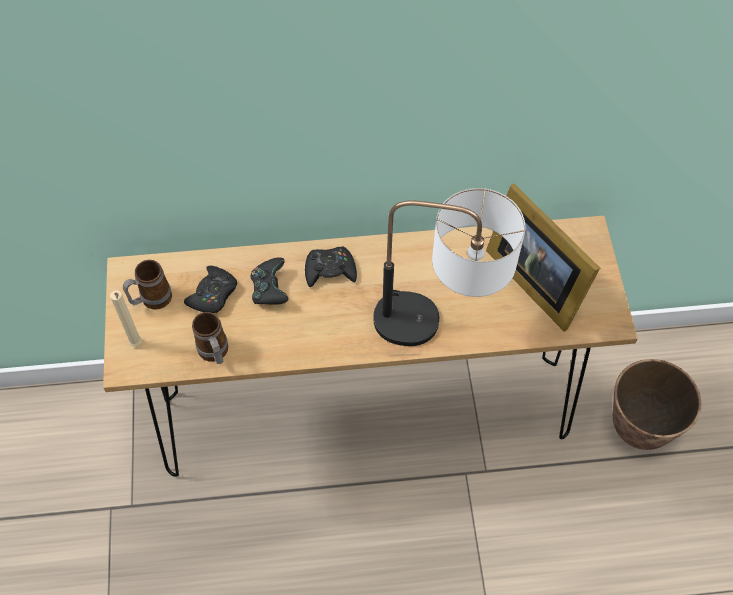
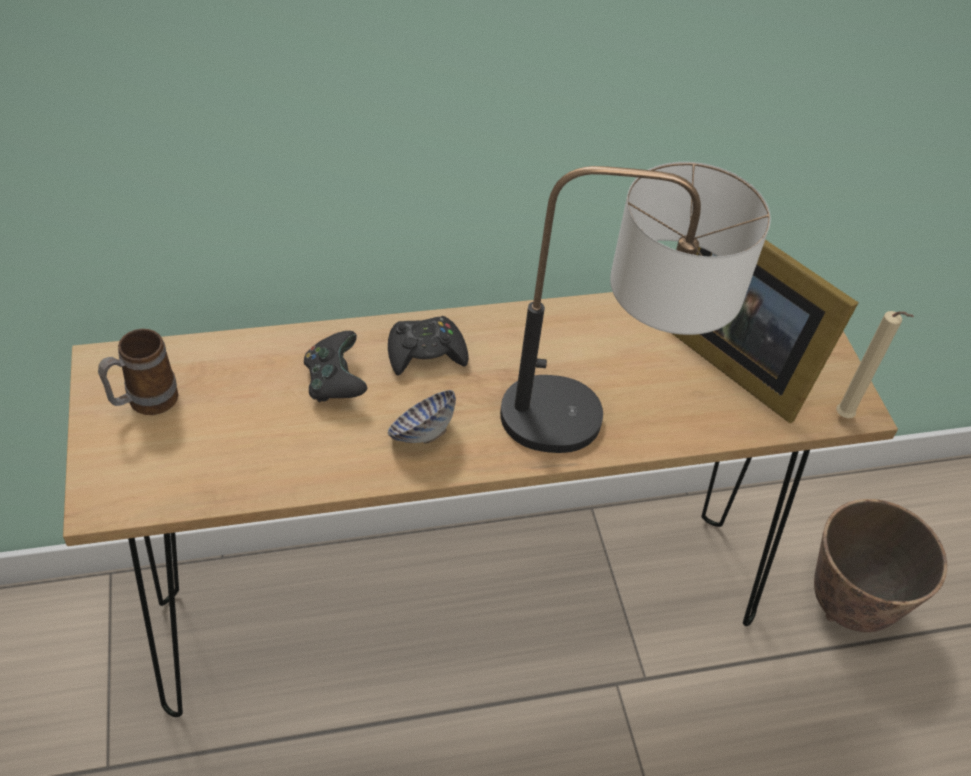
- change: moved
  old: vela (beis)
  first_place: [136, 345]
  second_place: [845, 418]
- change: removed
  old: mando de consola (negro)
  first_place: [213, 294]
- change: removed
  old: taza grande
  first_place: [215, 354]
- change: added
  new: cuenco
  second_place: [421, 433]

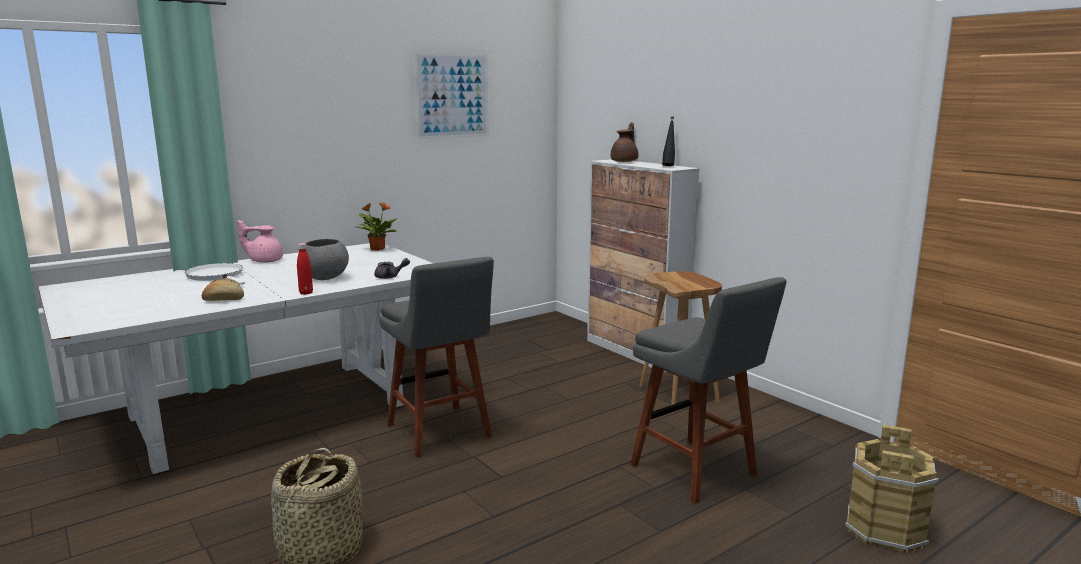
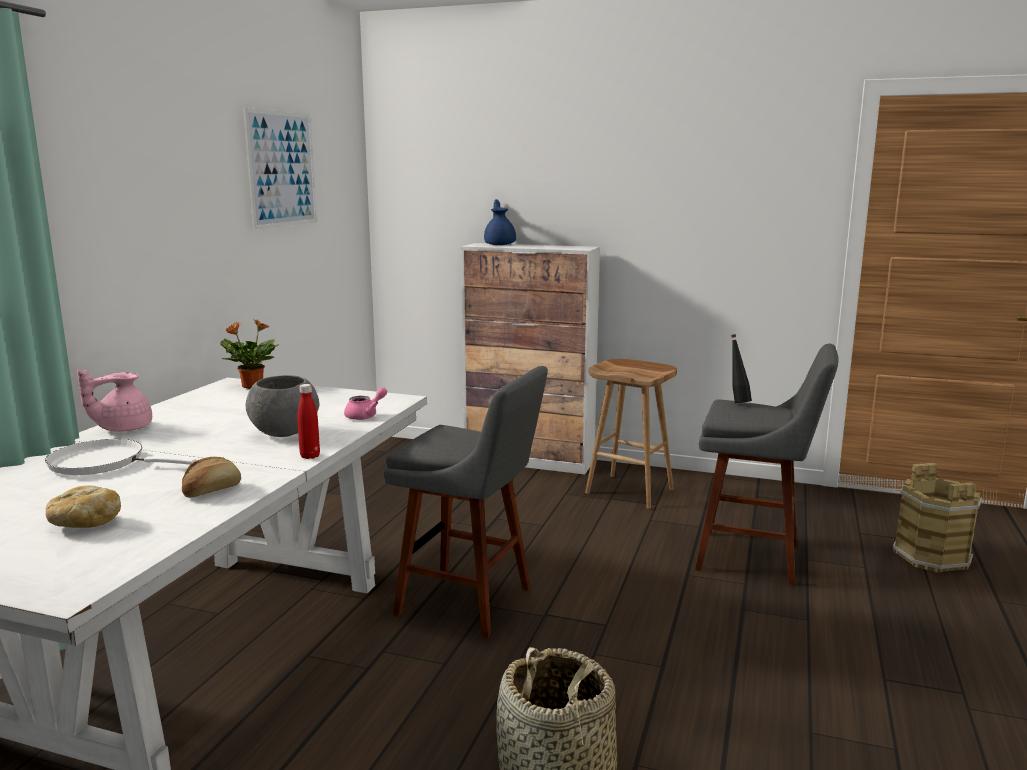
- change: recoloured
  old: tetera (gris)
  new: tetera (rosa)
  first_place: [390, 277]
  second_place: [365, 416]
- change: recoloured
  old: tetera (marrón)
  new: tetera (azul)
  first_place: [625, 161]
  second_place: [500, 244]
- change: moved
  old: botella (negro)
  first_place: [668, 166]
  second_place: [737, 402]
- change: added
  new: pan
  second_place: [84, 524]

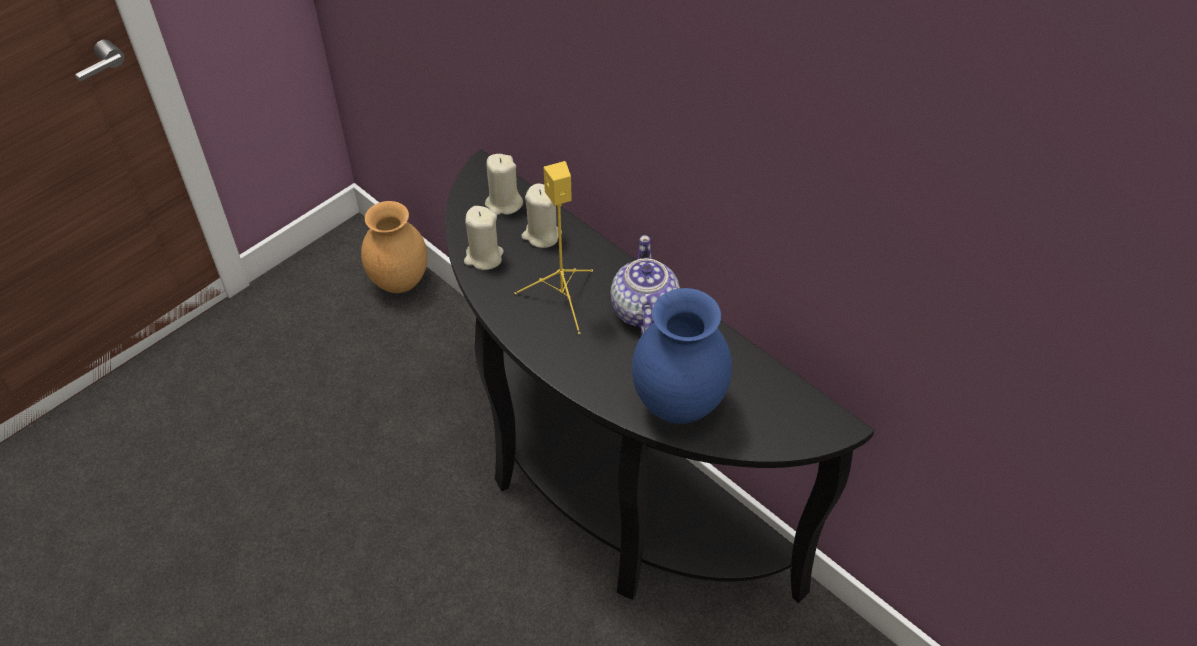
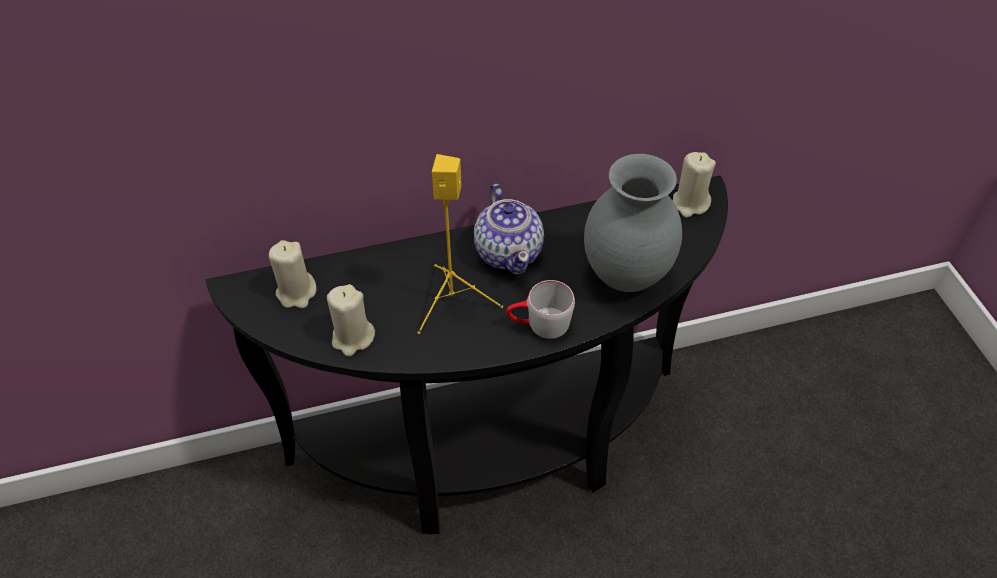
- change: removed
  old: florero (marrón)
  first_place: [400, 281]
- change: moved
  old: vela (beis)
  first_place: [541, 235]
  second_place: [690, 204]
- change: turned
  old: tetera
  first_place: [643, 311]
  second_place: [509, 252]
  degrees: -135
- change: recoloured
  old: florero (azul)
  new: florero (gris)
  first_place: [677, 405]
  second_place: [626, 277]
- change: added
  new: taza grande (gris)
  second_place: [539, 325]

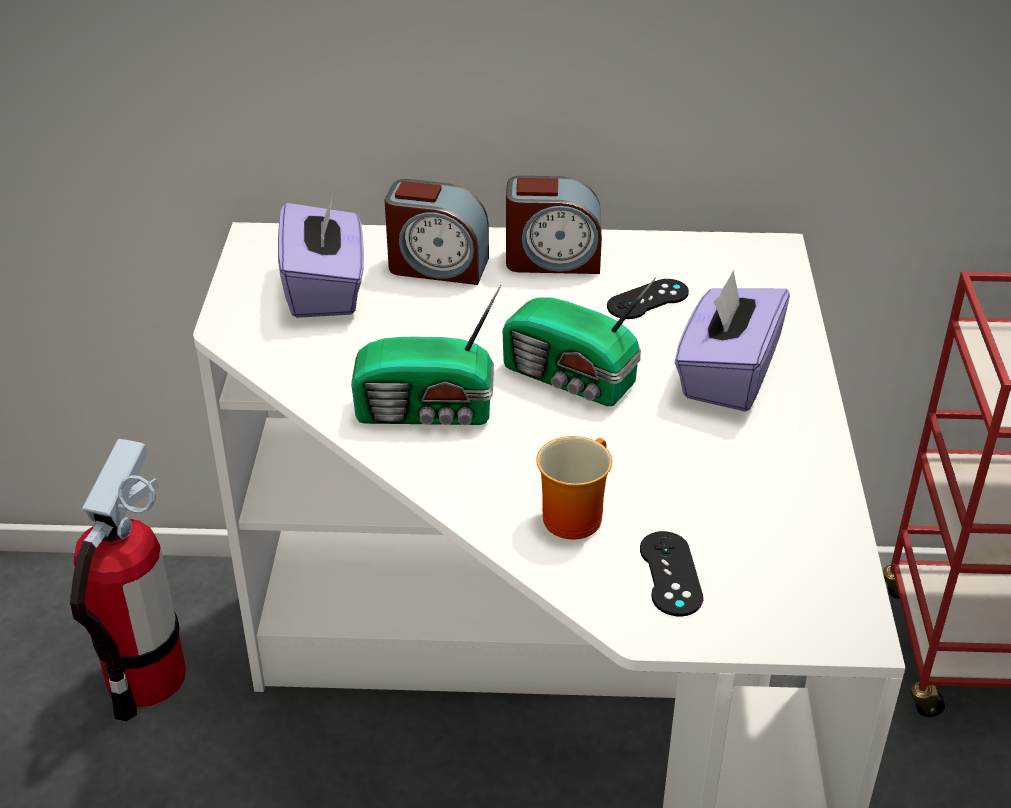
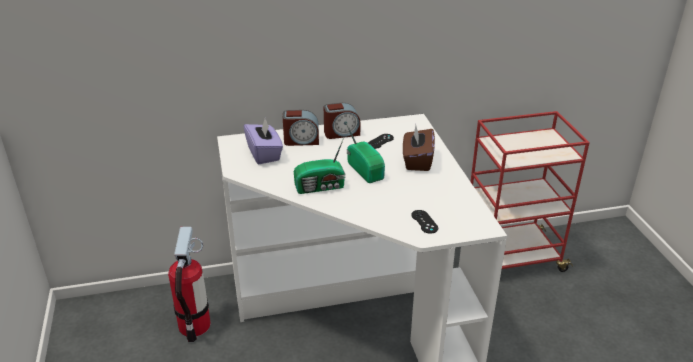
- change: turned
  old: radio
  first_place: [571, 379]
  second_place: [365, 170]
  degrees: -135
- change: removed
  old: taza grande
  first_place: [571, 513]
- change: recoloured
  old: caja de pañuelos (morado)
  new: caja de pañuelos (marrón)
  first_place: [726, 375]
  second_place: [417, 161]

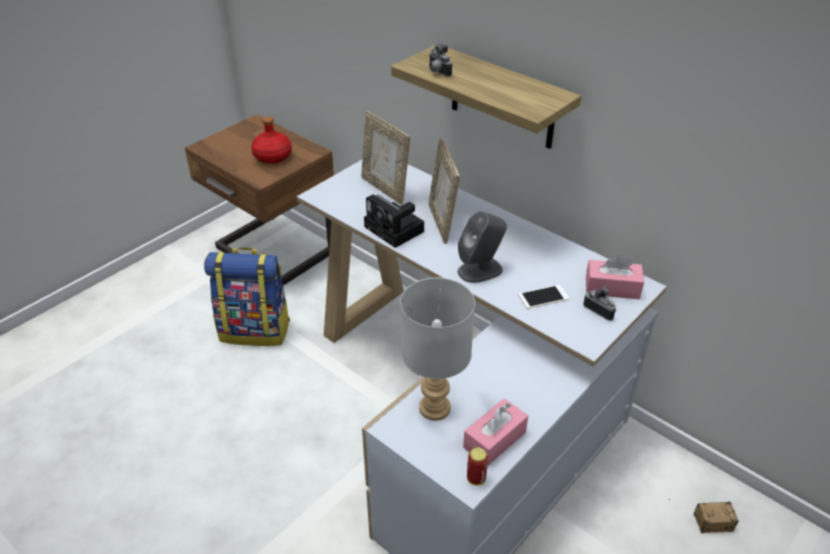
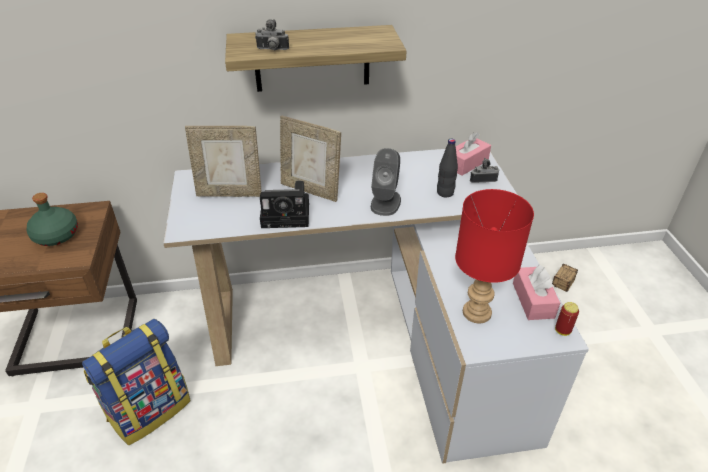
- change: recoloured
  old: botella (rojo)
  new: botella (verde)
  first_place: [272, 156]
  second_place: [56, 235]
- change: recoloured
  old: lámpara de mesa (gris)
  new: lámpara de mesa (rojo)
  first_place: [435, 407]
  second_place: [476, 311]
- change: replaced
  old: móvil
  new: botella (negro)
  first_place: [543, 297]
  second_place: [445, 193]

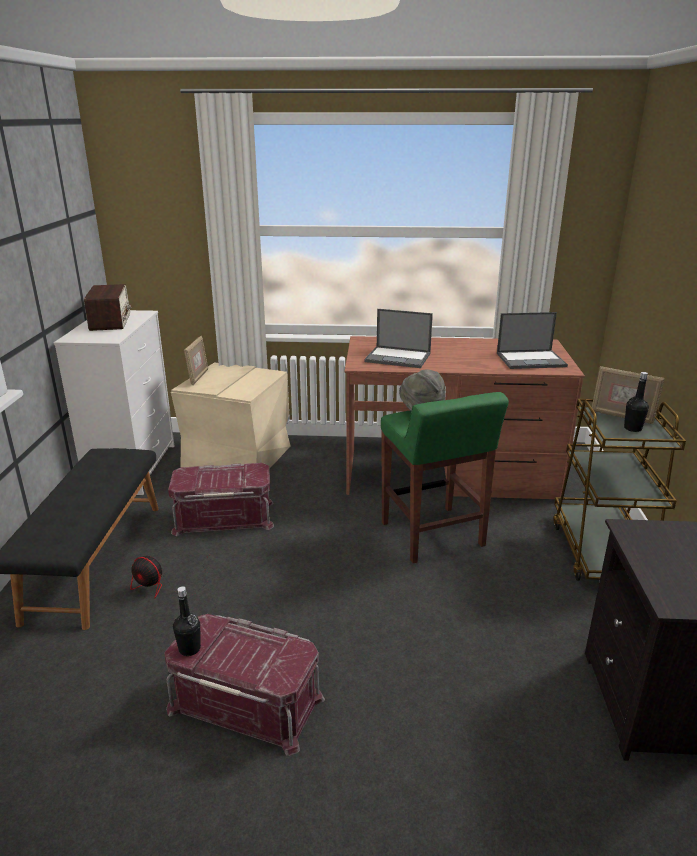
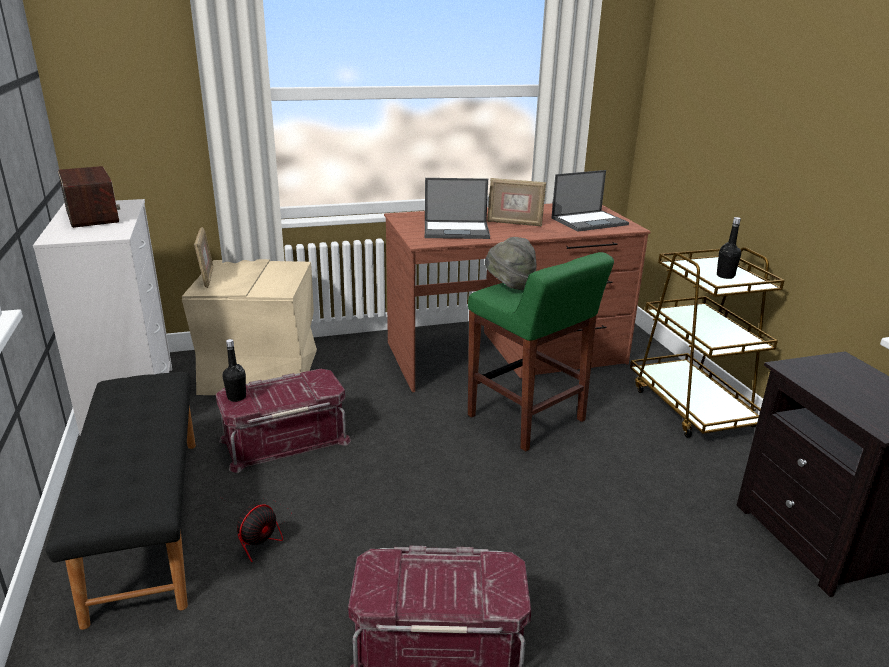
- change: turned
  old: ventilador
  first_place: [167, 585]
  second_place: [260, 532]
  degrees: -60
- change: moved
  old: botella (negro)
  first_place: [189, 649]
  second_place: [236, 397]
- change: moved
  old: portarretratos
  first_place: [622, 416]
  second_place: [514, 223]

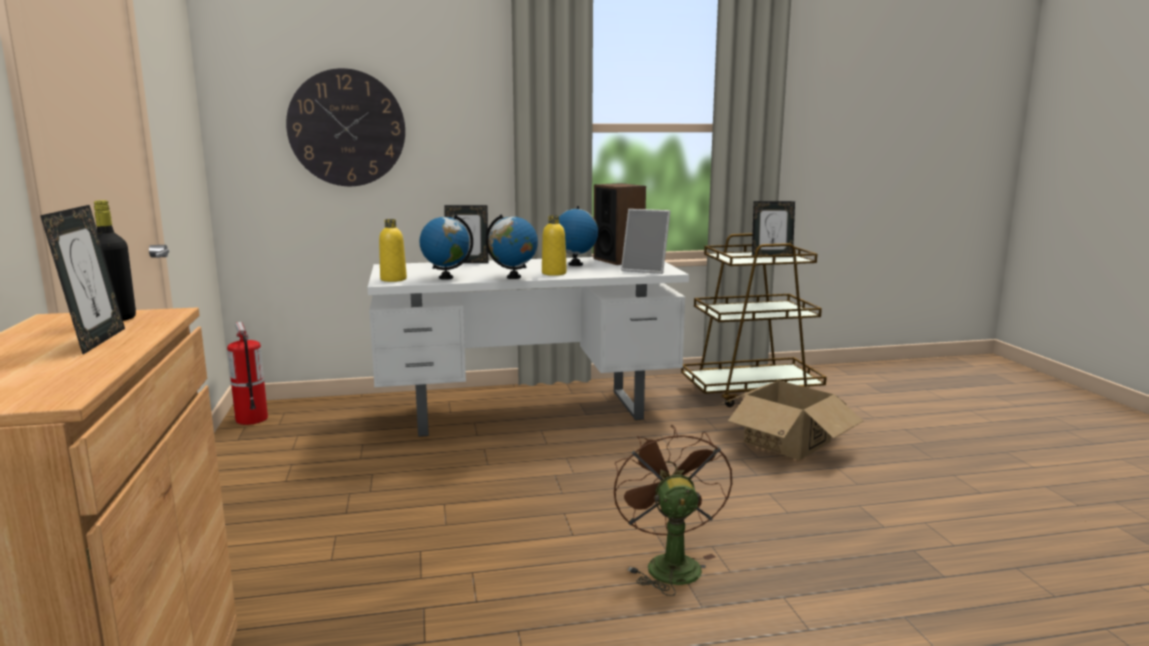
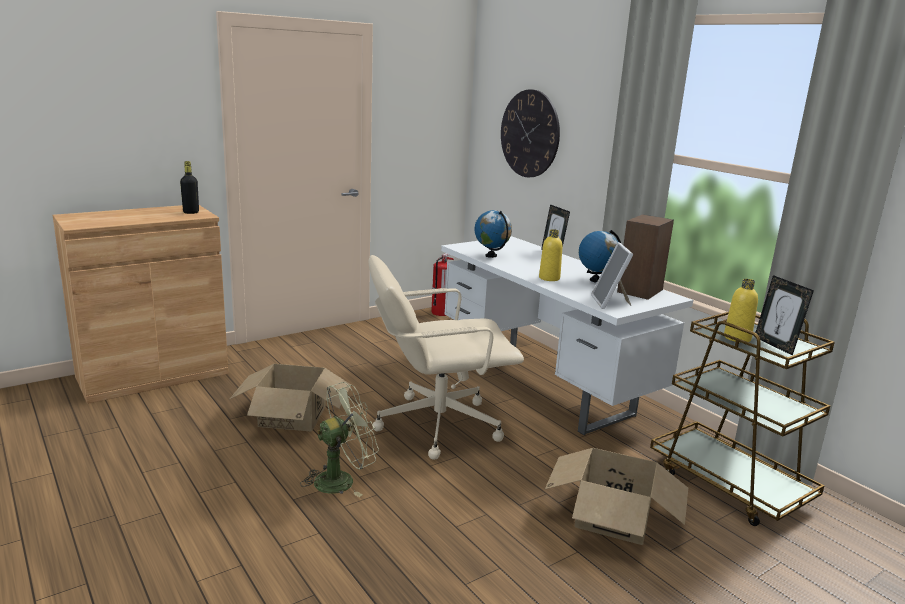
- change: removed
  old: portarretratos
  first_place: [96, 341]
- change: moved
  old: botella (amarillo)
  first_place: [393, 279]
  second_place: [737, 338]
- change: removed
  old: globo terráqueo
  first_place: [513, 277]
- change: recoloured
  old: ventilador (marrón)
  new: ventilador (verde)
  first_place: [668, 563]
  second_place: [342, 479]
- change: added
  new: caja de cartón
  second_place: [292, 416]
- change: added
  new: silla de oficina (beis)
  second_place: [436, 425]

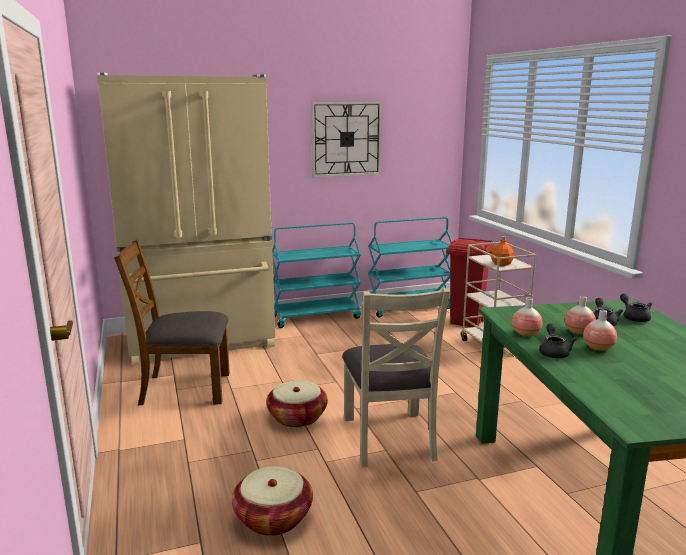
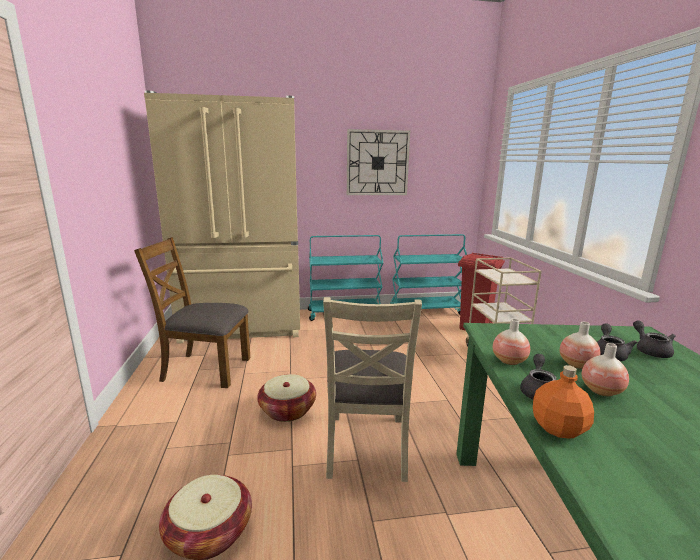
- change: moved
  old: botella (naranja)
  first_place: [501, 264]
  second_place: [559, 428]

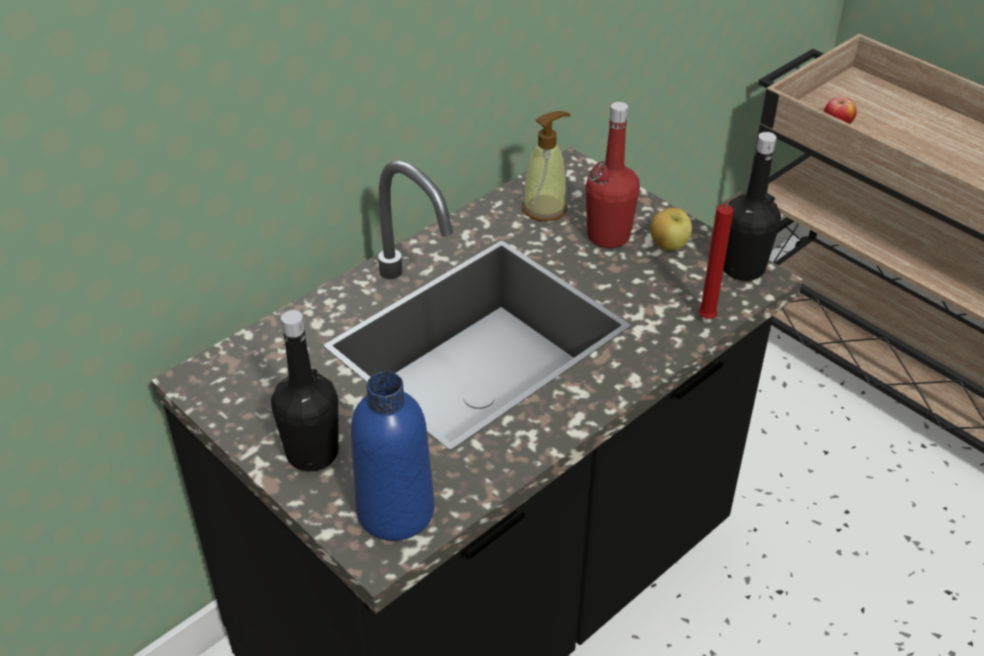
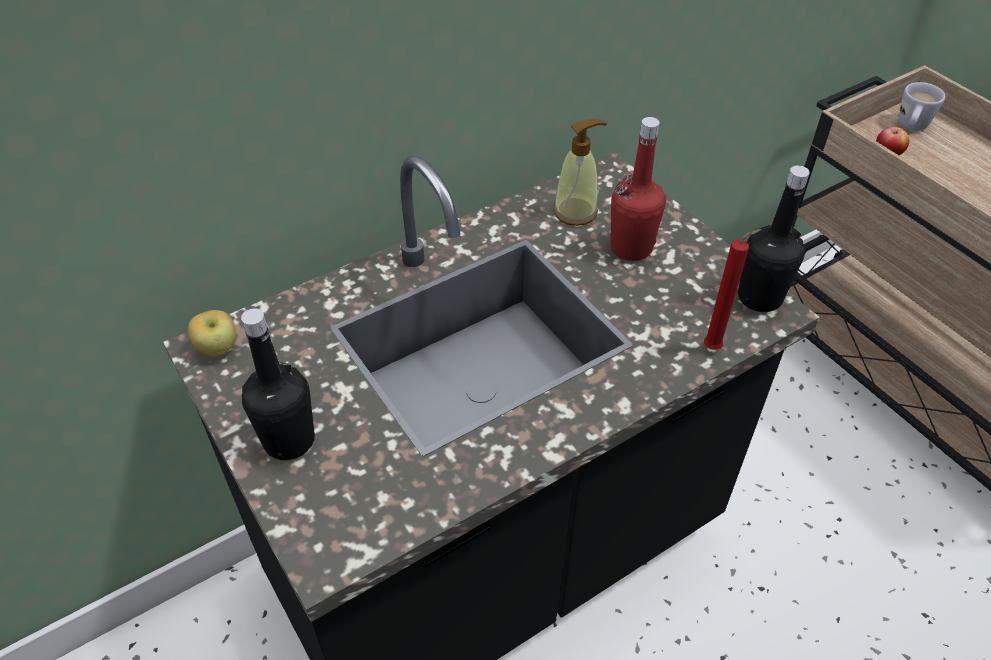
- change: removed
  old: botella (azul)
  first_place: [395, 511]
- change: moved
  old: manzana
  first_place: [669, 246]
  second_place: [218, 349]
- change: added
  new: taza grande (blanco)
  second_place: [910, 127]

